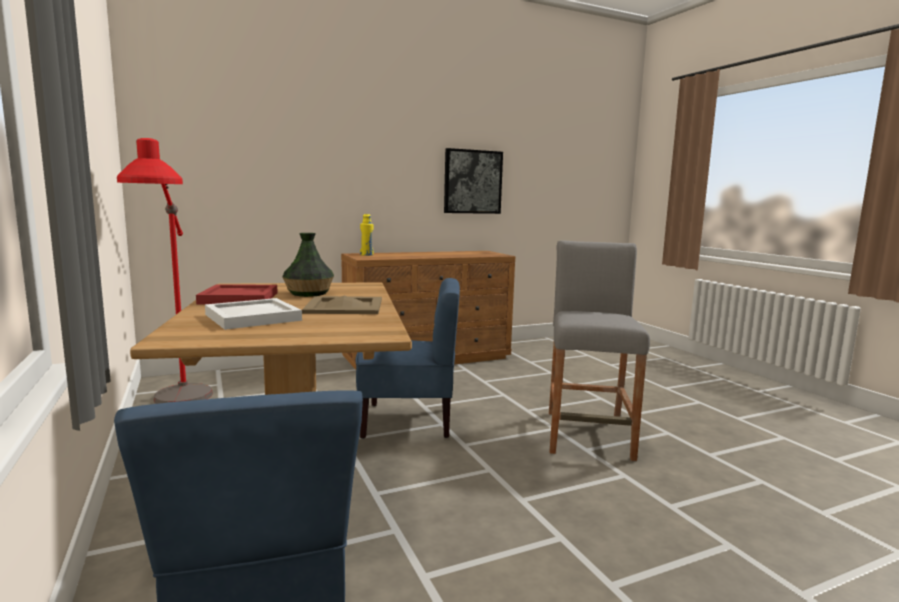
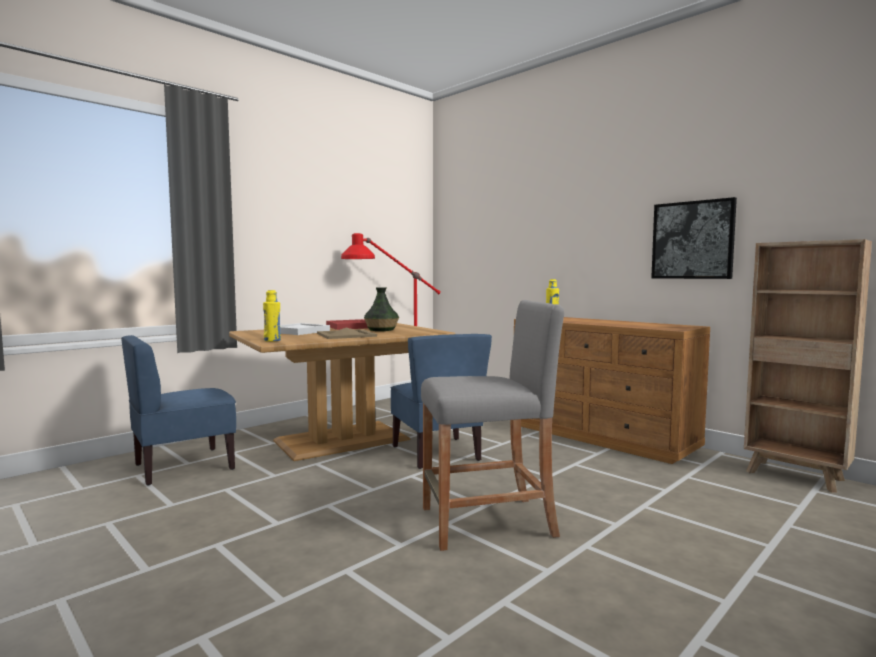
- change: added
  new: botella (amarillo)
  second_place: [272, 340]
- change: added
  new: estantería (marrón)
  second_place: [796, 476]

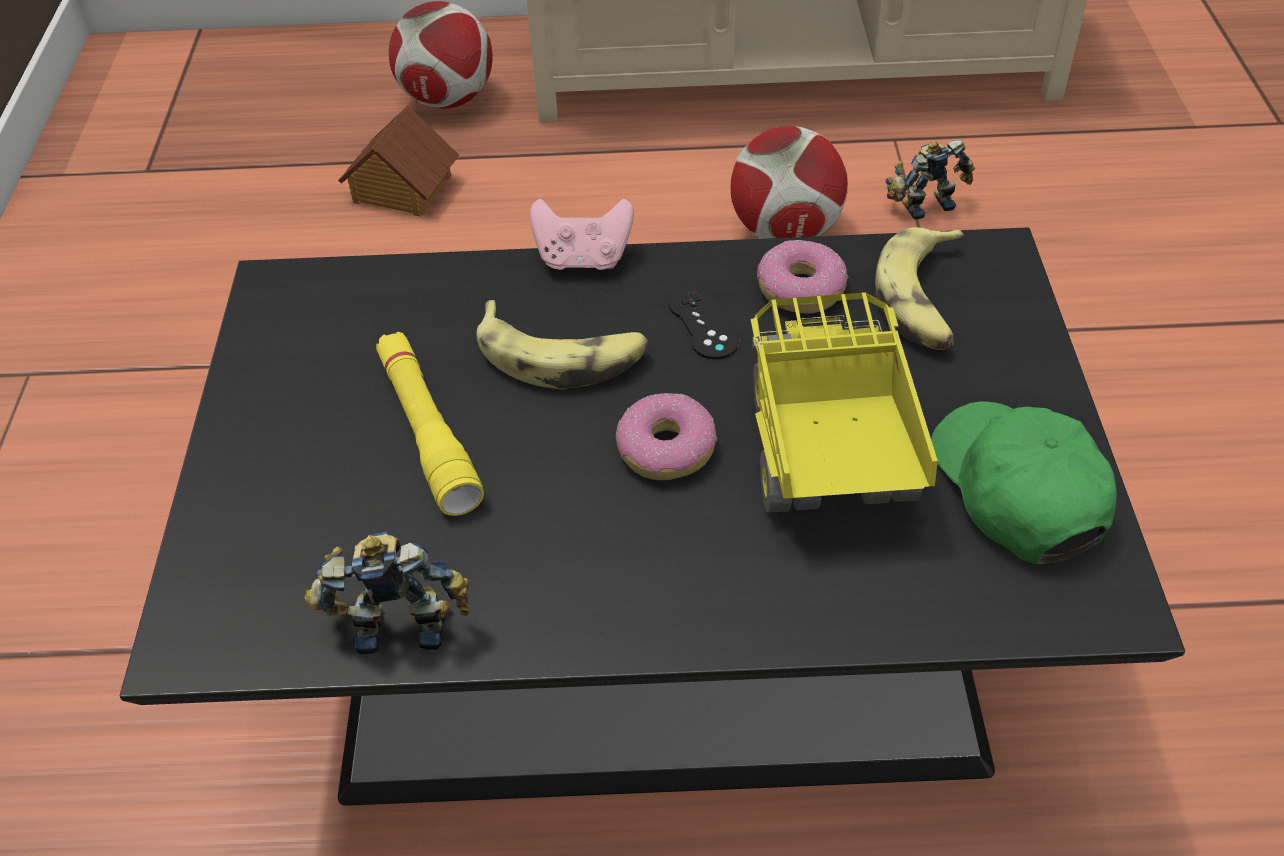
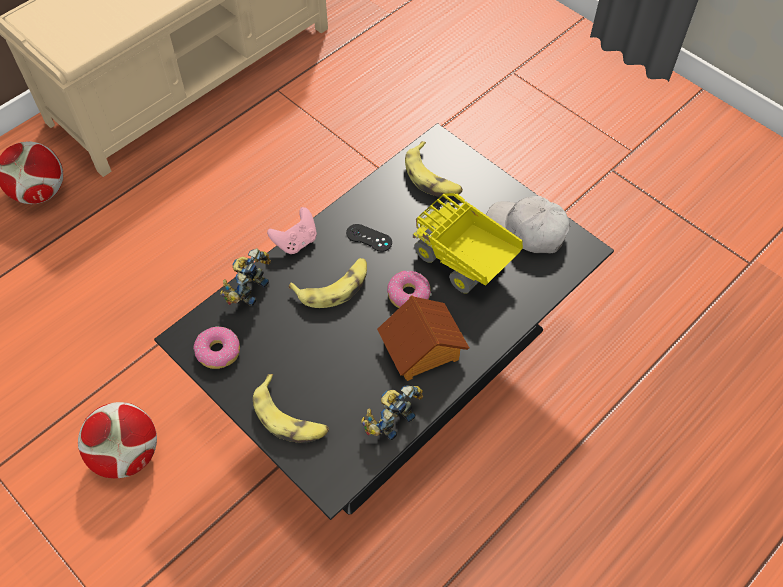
- change: moved
  old: casita
  first_place: [401, 189]
  second_place: [422, 349]
- change: removed
  old: linterna (amarillo)
  first_place: [428, 432]
- change: moved
  old: balón de fútbol
  first_place: [786, 232]
  second_place: [127, 454]
- change: moved
  old: rosquilla
  first_place: [800, 289]
  second_place: [218, 352]
- change: moved
  old: robot de juguete
  first_place: [924, 203]
  second_place: [248, 289]
- change: recoloured
  old: gorra (verde)
  new: gorra (blanco)
  first_place: [1017, 490]
  second_place: [526, 230]
- change: added
  new: plátano
  second_place: [290, 417]

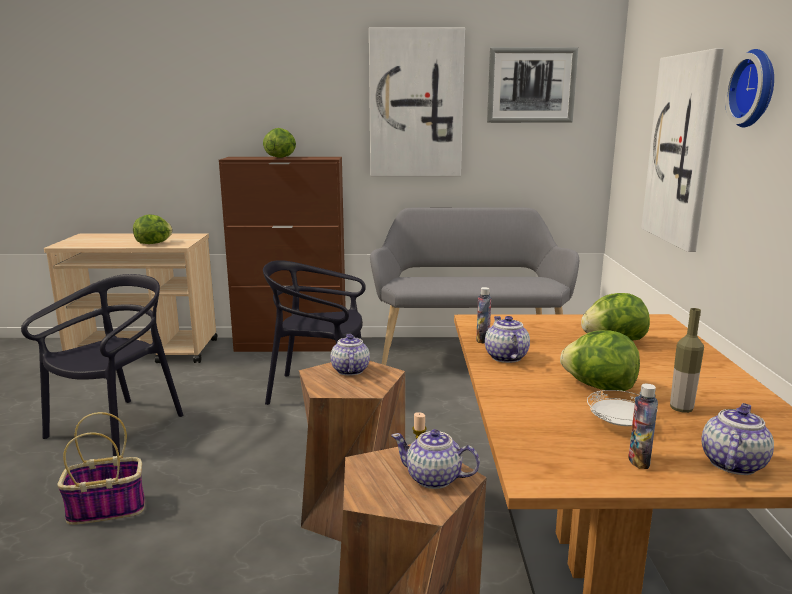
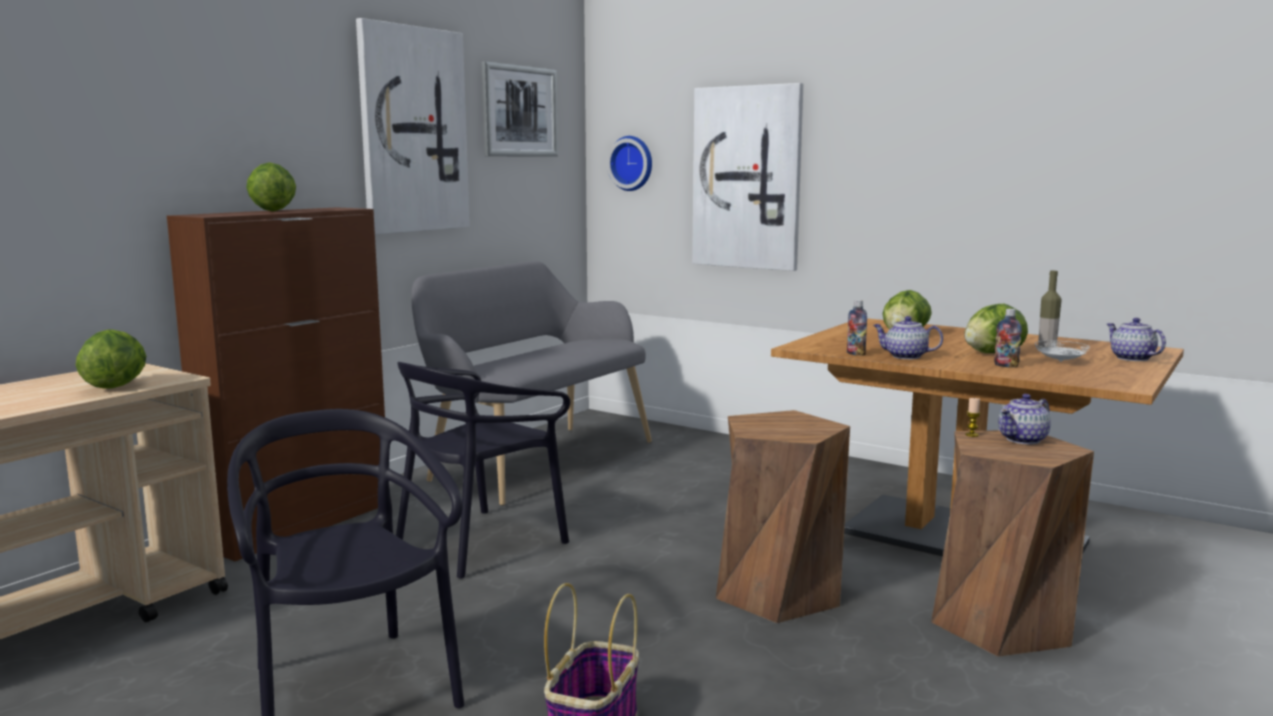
- change: removed
  old: tetera
  first_place: [349, 370]
- change: moved
  old: botella
  first_place: [639, 461]
  second_place: [1006, 366]
- change: moved
  old: reloj de pared
  first_place: [756, 88]
  second_place: [632, 163]

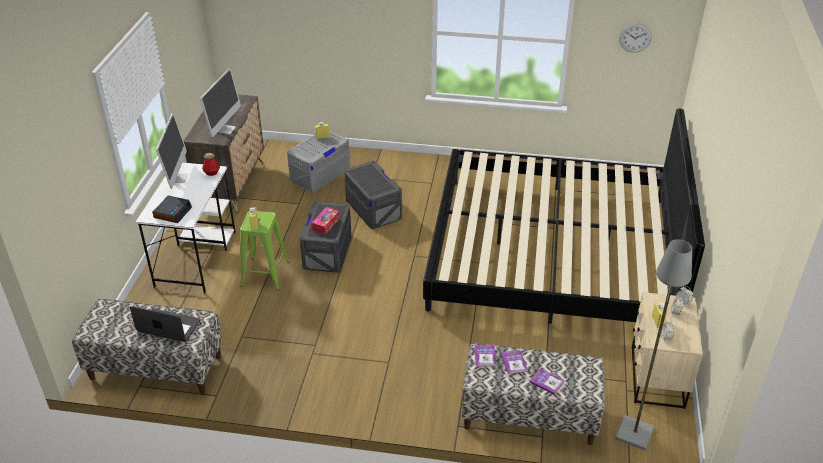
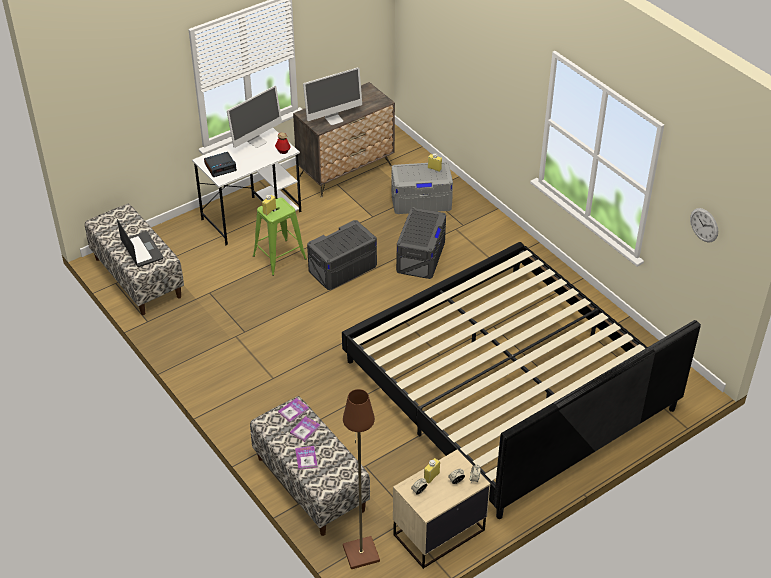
- change: removed
  old: caja de pañuelos
  first_place: [326, 224]
- change: recoloured
  old: lámpara de pie (gris)
  new: lámpara de pie (marrón)
  first_place: [635, 434]
  second_place: [361, 554]

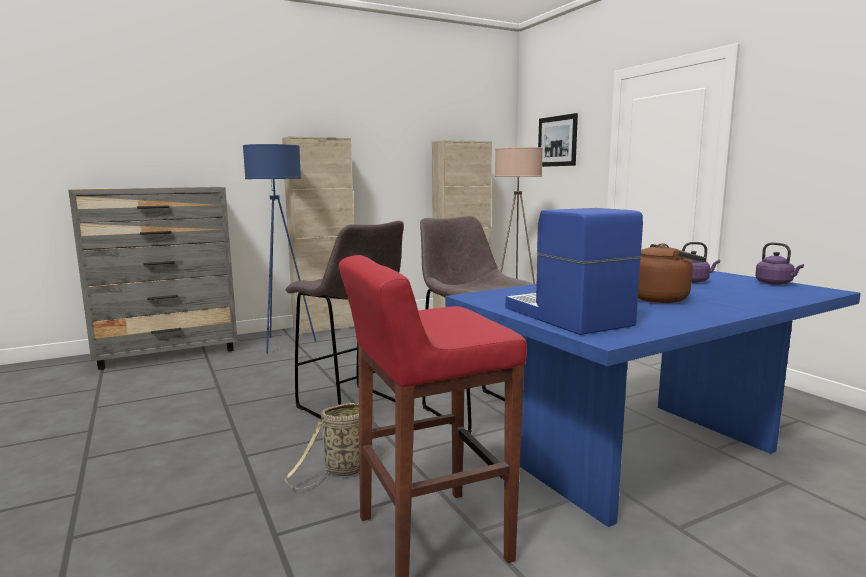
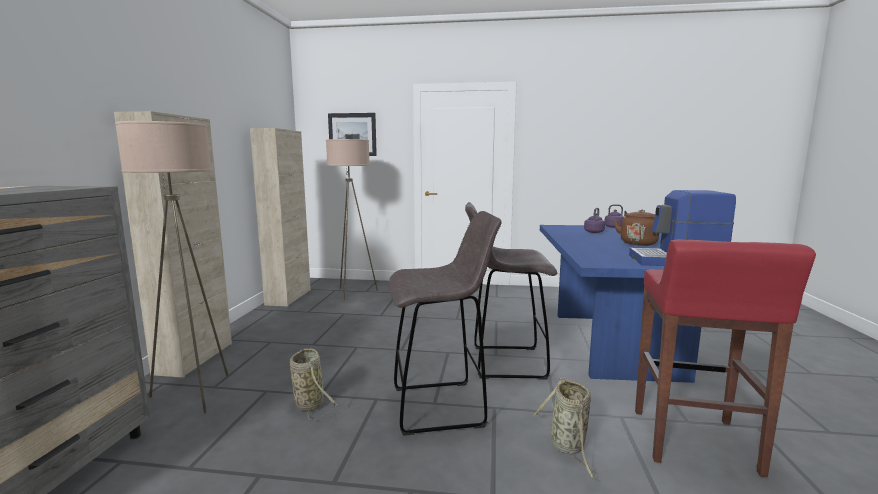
- change: recoloured
  old: lámpara de pie (azul)
  new: lámpara de pie (beis)
  first_place: [284, 344]
  second_place: [195, 394]
- change: added
  new: cesta
  second_place: [309, 403]

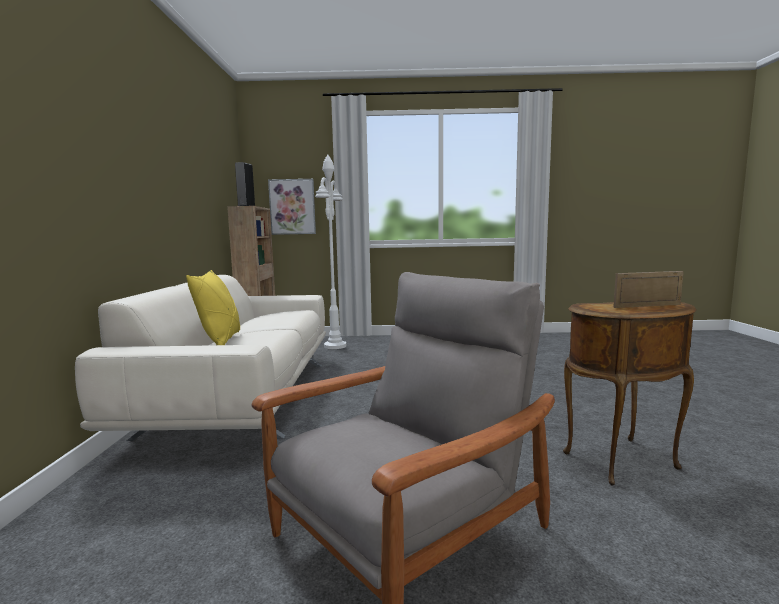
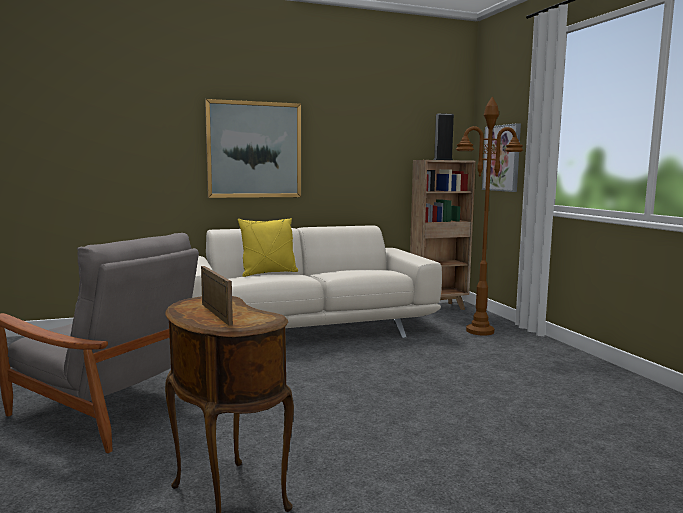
- change: recoloured
  old: lámpara de pie (blanco)
  new: lámpara de pie (marrón)
  first_place: [335, 346]
  second_place: [480, 331]
- change: added
  new: cuadro
  second_place: [254, 150]

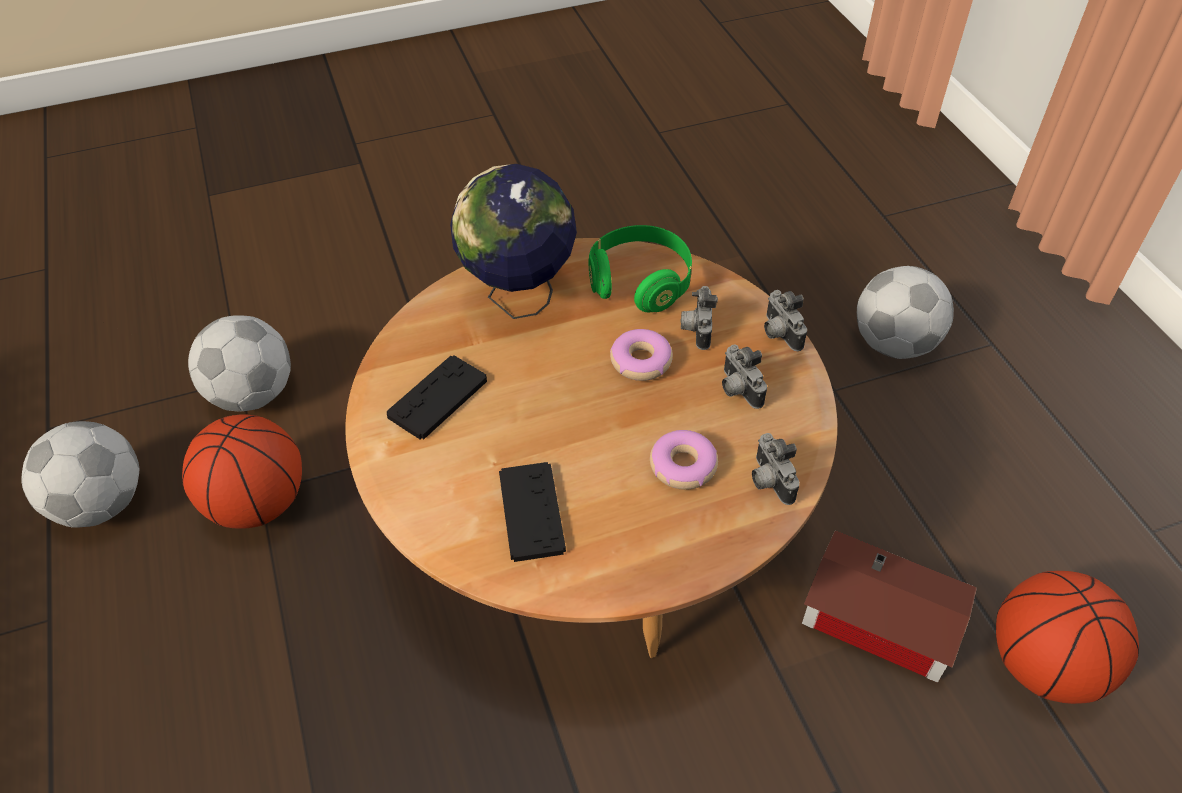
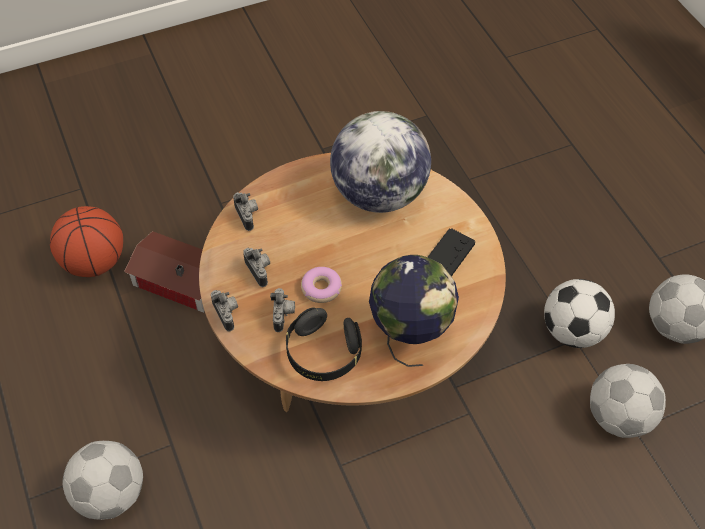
- change: replaced
  old: balón de baloncesto
  new: balón de fútbol
  first_place: [258, 504]
  second_place: [572, 331]
- change: replaced
  old: mando de consola (negro)
  new: globo terráqueo
  first_place: [531, 512]
  second_place: [378, 194]
- change: recoloured
  old: auriculares (verde)
  new: auriculares (negro)
  first_place: [640, 282]
  second_place: [323, 354]
- change: removed
  old: rosquilla
  first_place: [682, 466]

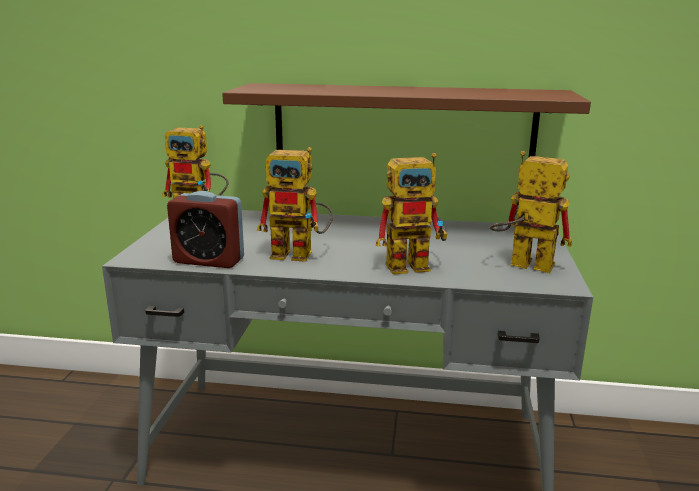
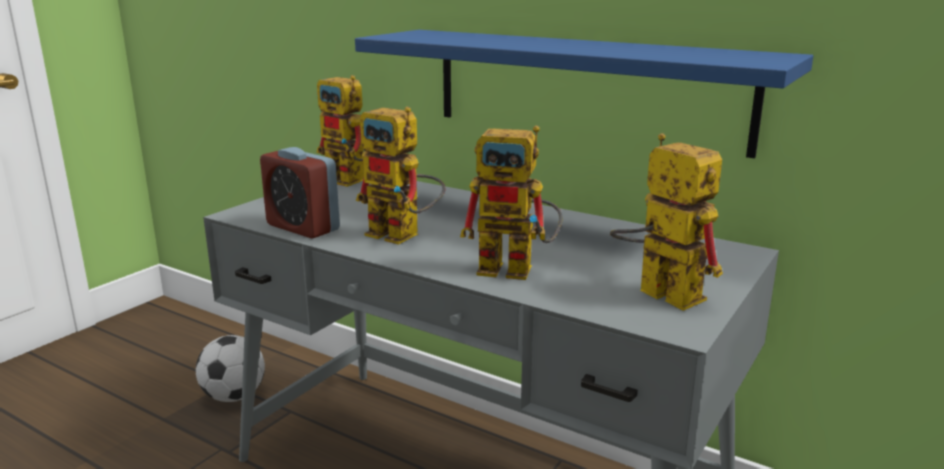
- change: recoloured
  old: estante (marrón)
  new: estante (azul)
  first_place: [403, 123]
  second_place: [585, 88]
- change: added
  new: balón de fútbol
  second_place: [234, 396]

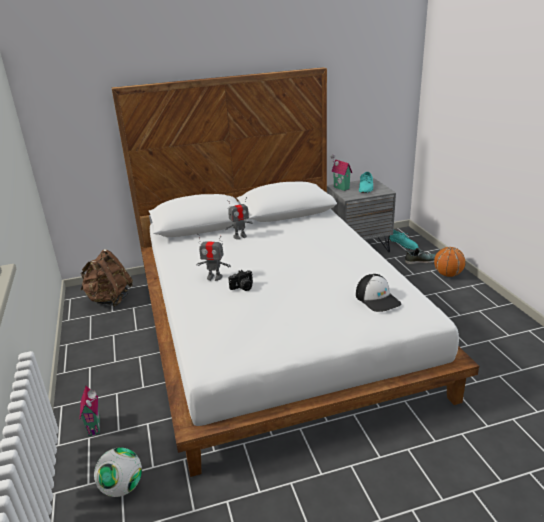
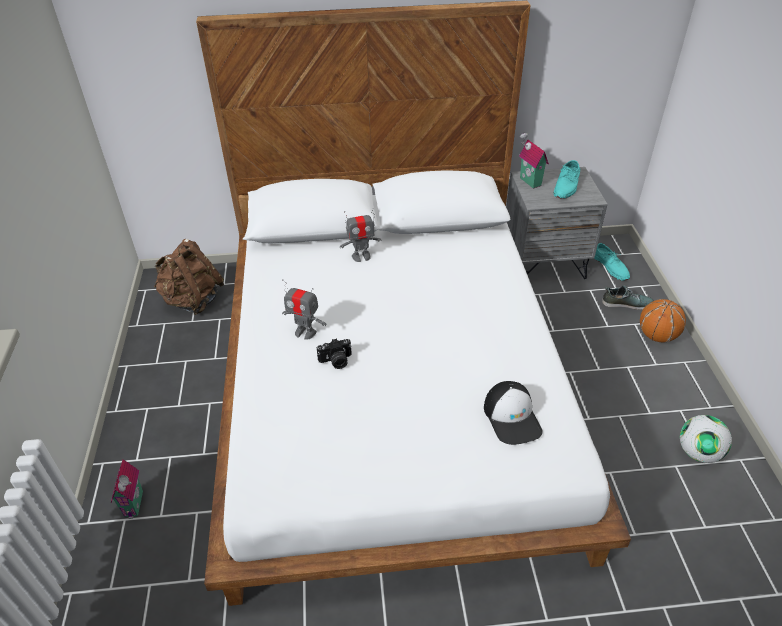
- change: moved
  old: balón de fútbol
  first_place: [122, 487]
  second_place: [698, 452]

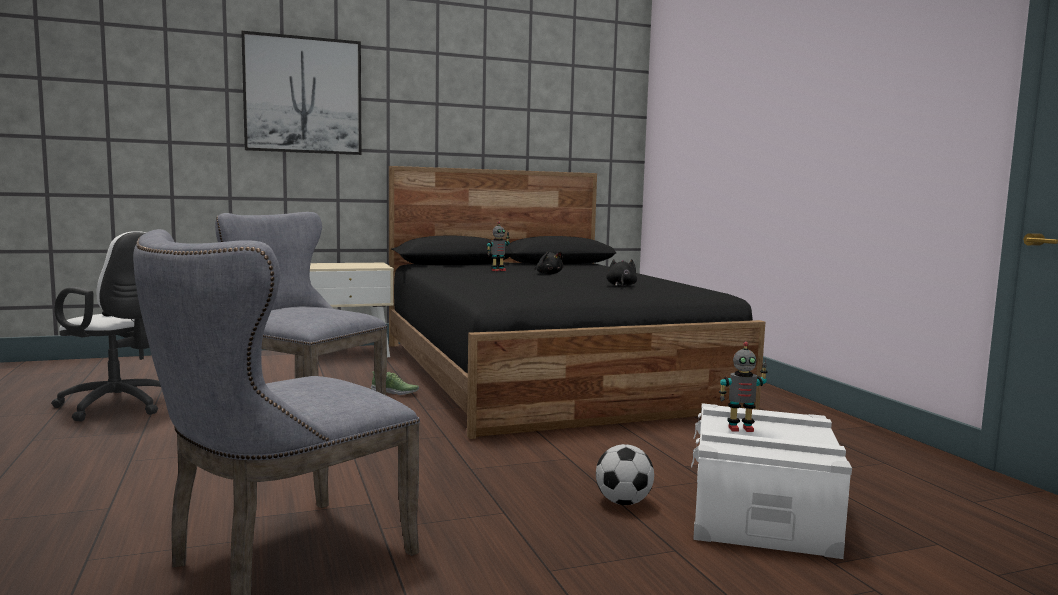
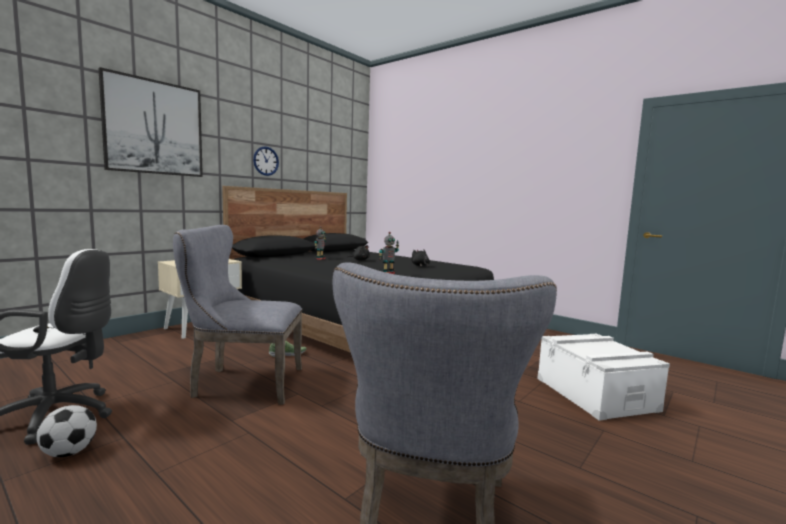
- change: moved
  old: balón de fútbol
  first_place: [623, 502]
  second_place: [69, 452]
- change: moved
  old: robot de juguete
  first_place: [740, 428]
  second_place: [388, 273]
- change: added
  new: reloj de pared
  second_place: [266, 161]

